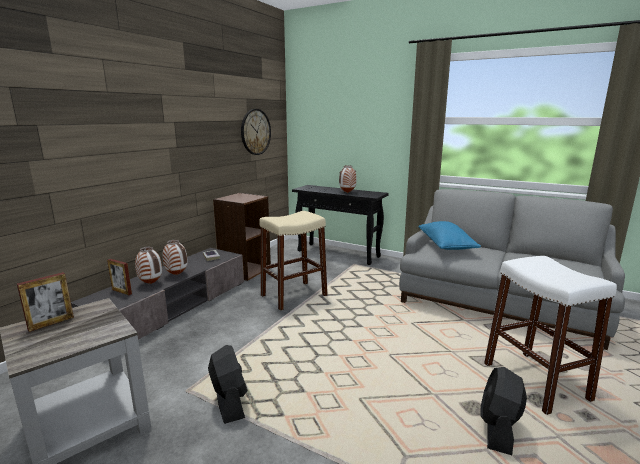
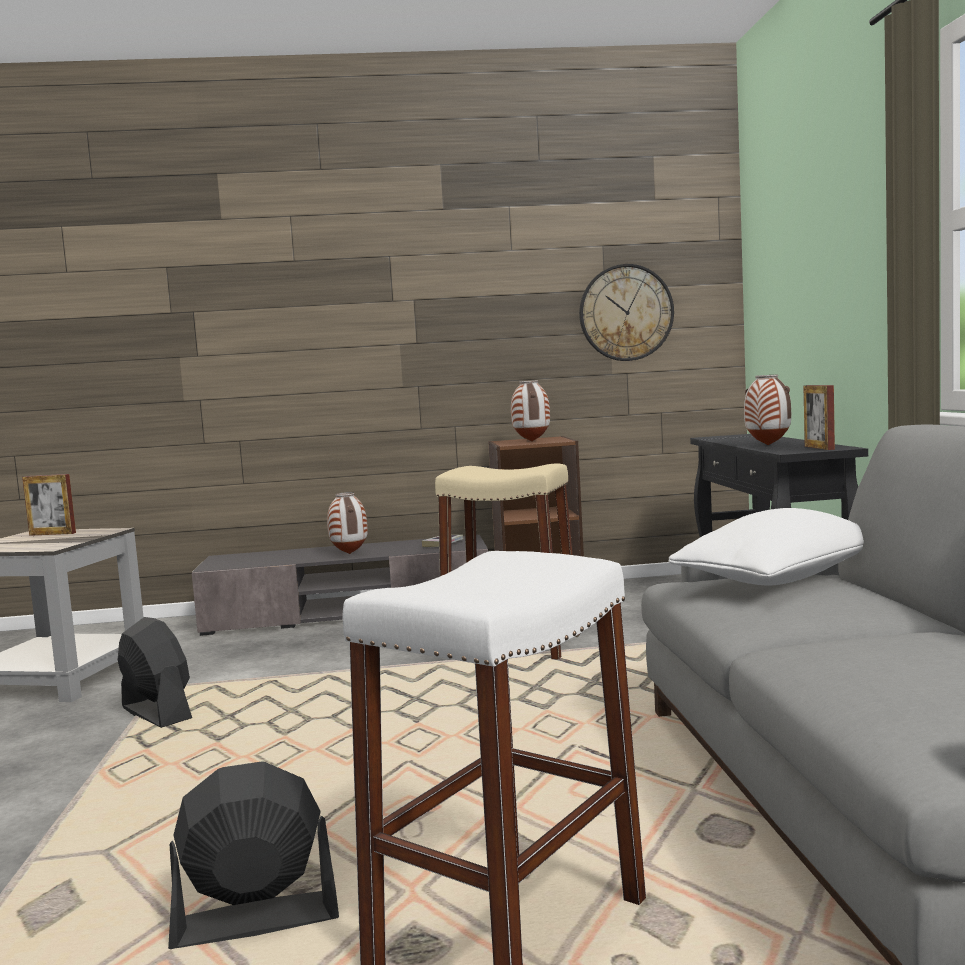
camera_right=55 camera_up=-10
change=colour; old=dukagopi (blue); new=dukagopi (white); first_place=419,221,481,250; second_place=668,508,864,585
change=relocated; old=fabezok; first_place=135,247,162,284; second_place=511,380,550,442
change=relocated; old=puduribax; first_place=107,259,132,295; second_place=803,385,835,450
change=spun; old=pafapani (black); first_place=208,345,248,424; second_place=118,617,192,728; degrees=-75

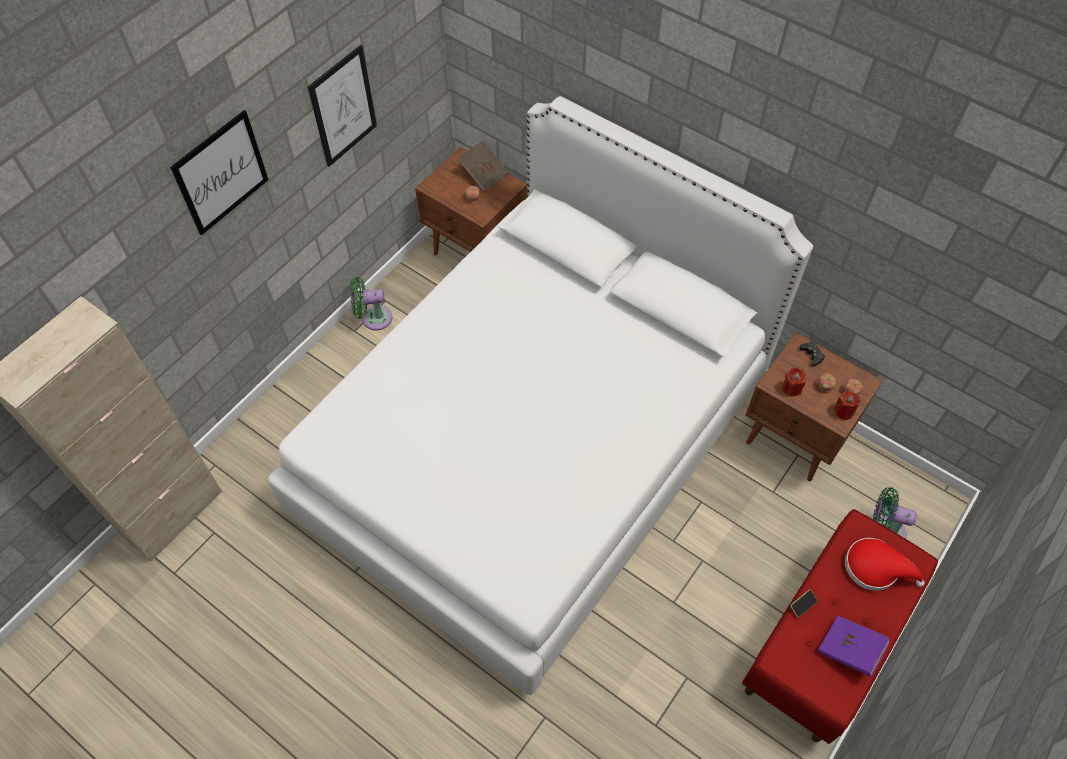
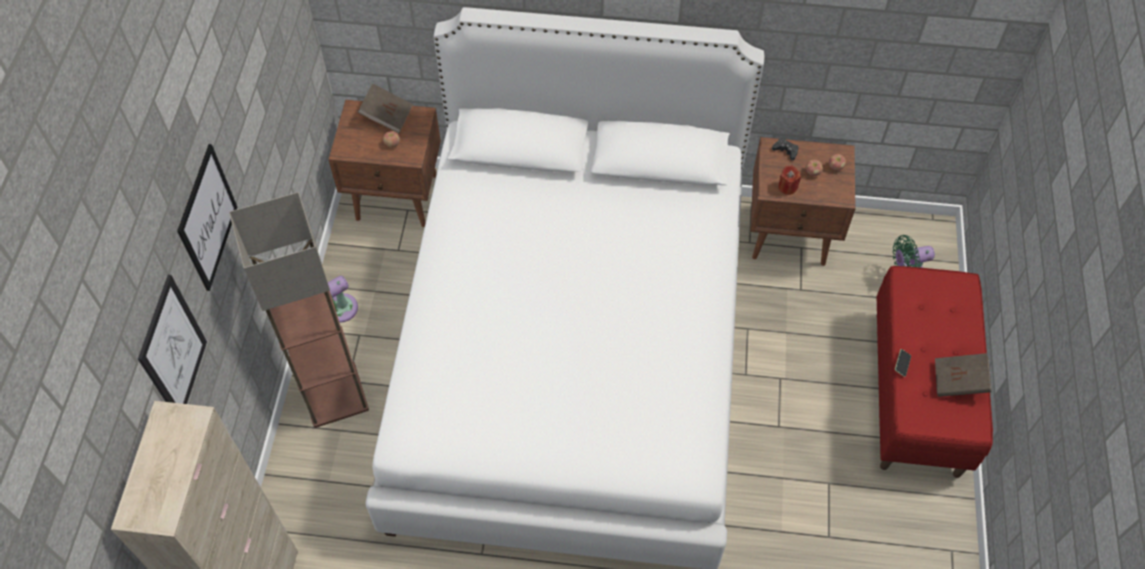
camera_right=-30 camera_up=0
change=relocated; old=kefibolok; first_place=308,45,377,167; second_place=138,275,207,404
change=missing; old=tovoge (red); first_place=833,392,861,420
change=missing; old=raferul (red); first_place=845,538,925,591
change=colour; old=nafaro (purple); new=nafaro (brown); first_place=818,616,890,677; second_place=935,353,991,397
change=appeared; new=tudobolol; second_place=229,192,369,428

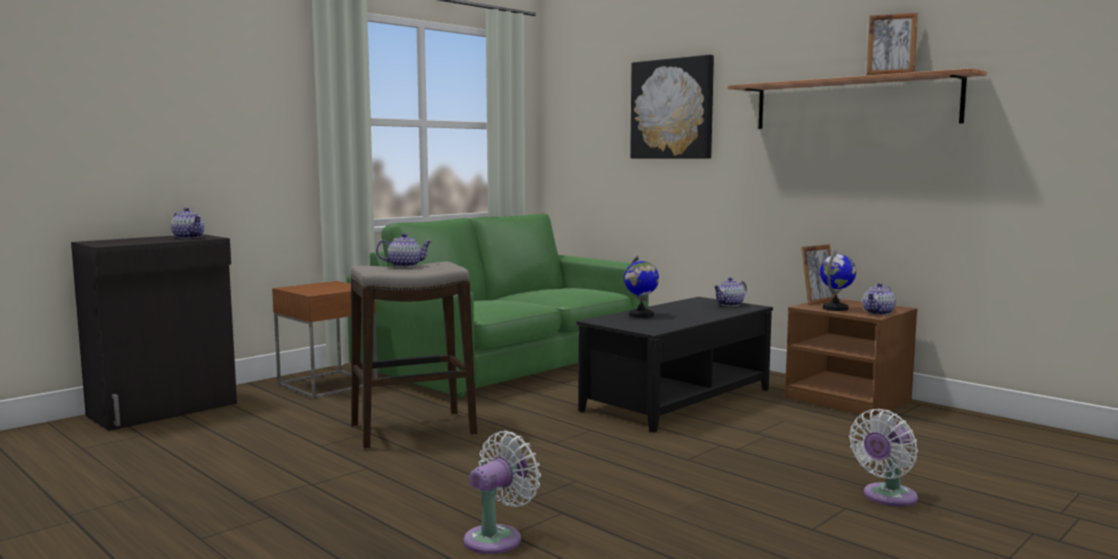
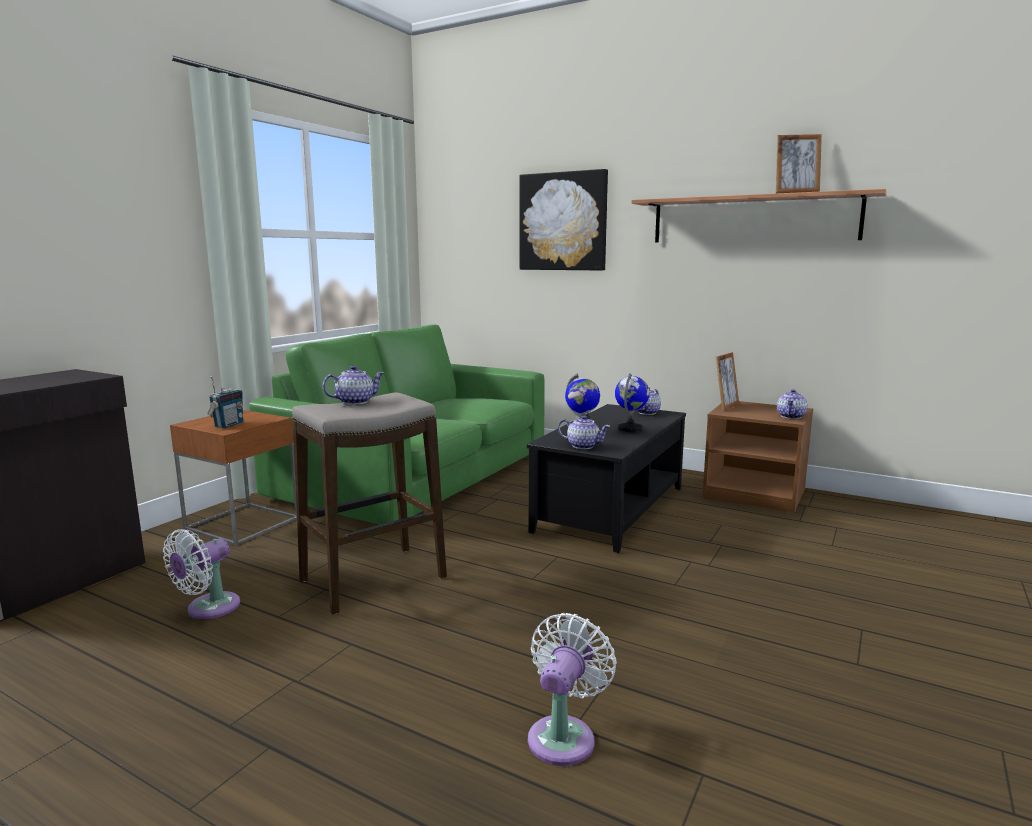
camera_right=-15 camera_up=5
change=relocated; old=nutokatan; first_place=171,207,205,239; second_place=558,415,610,449
change=relocated; old=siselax; first_place=820,251,856,311; second_place=615,373,649,432
change=relocated; old=pafapani (white); first_place=849,409,918,507; second_place=163,529,240,619
change=appeared; new=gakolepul; second_place=207,376,243,428

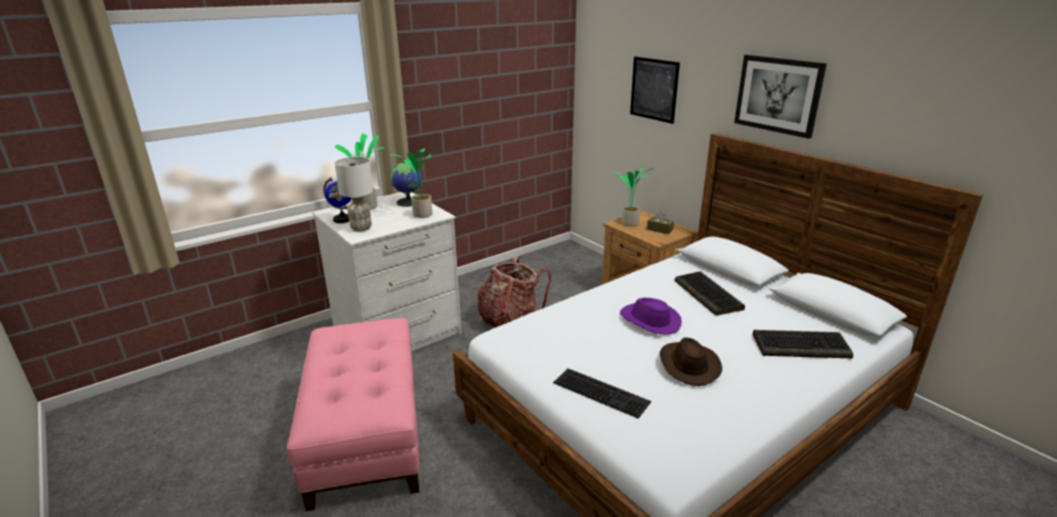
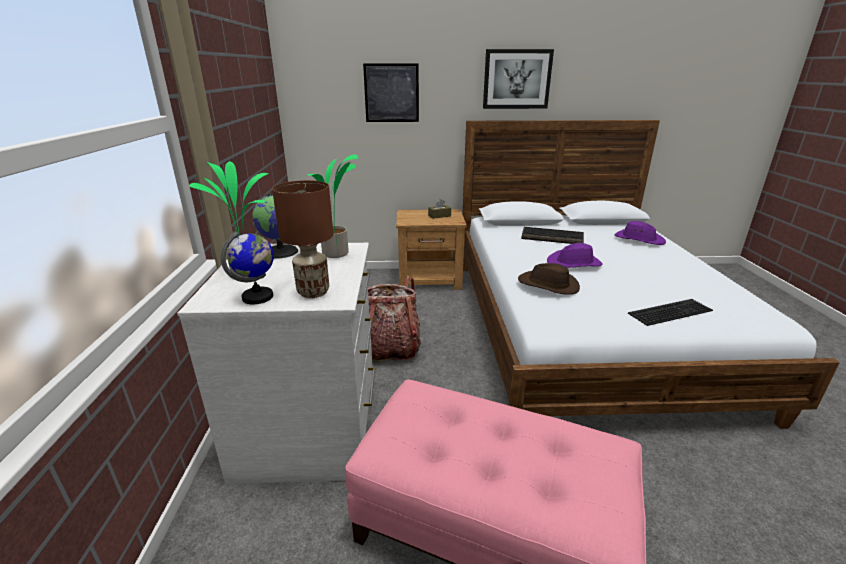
camera_right=-55 camera_up=0
change=colour; old=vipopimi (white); new=vipopimi (brown); first_place=334,157,373,232; second_place=272,180,333,298
change=missing; old=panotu; first_place=612,168,654,226
change=exchanged; old=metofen; new=raferul (purple); first_place=753,330,853,359; second_place=615,221,666,245
change=relocated; old=raferul (brown); first_place=660,337,722,386; second_place=518,263,580,295

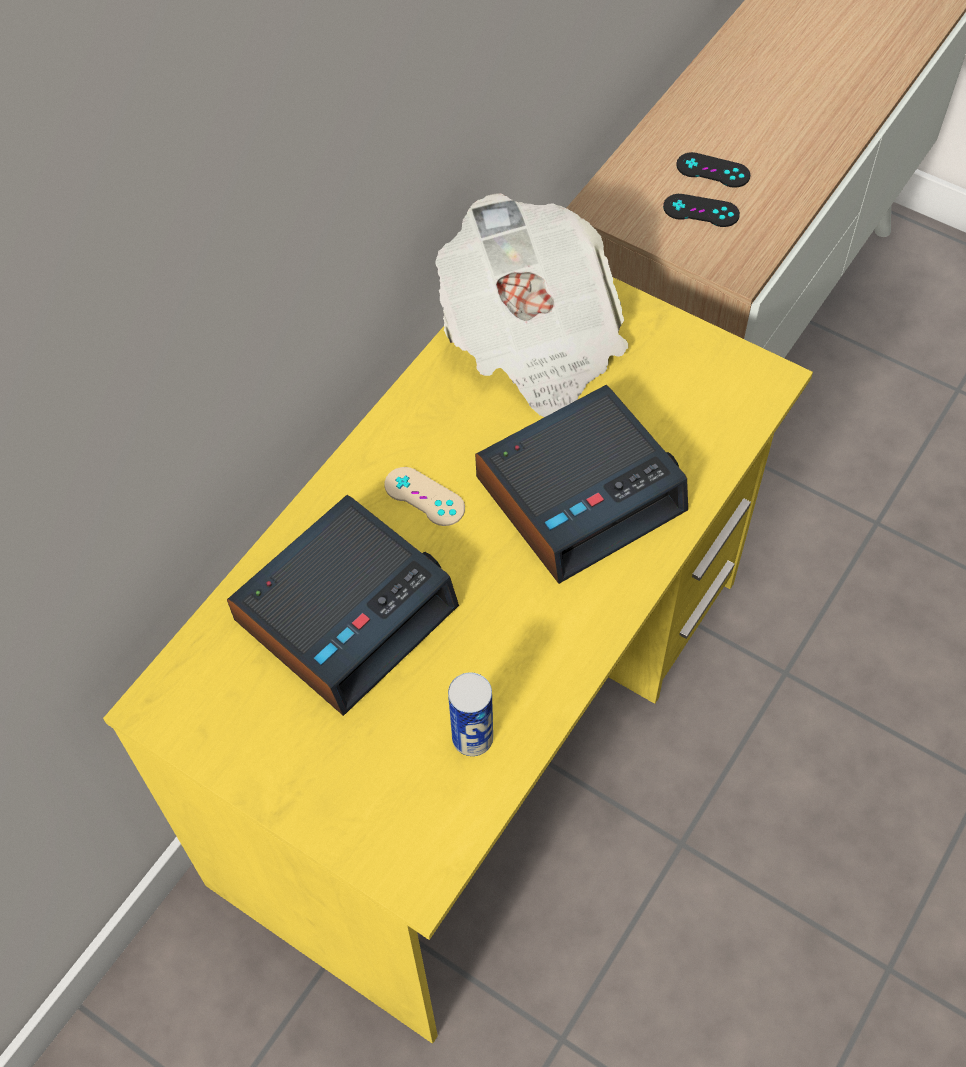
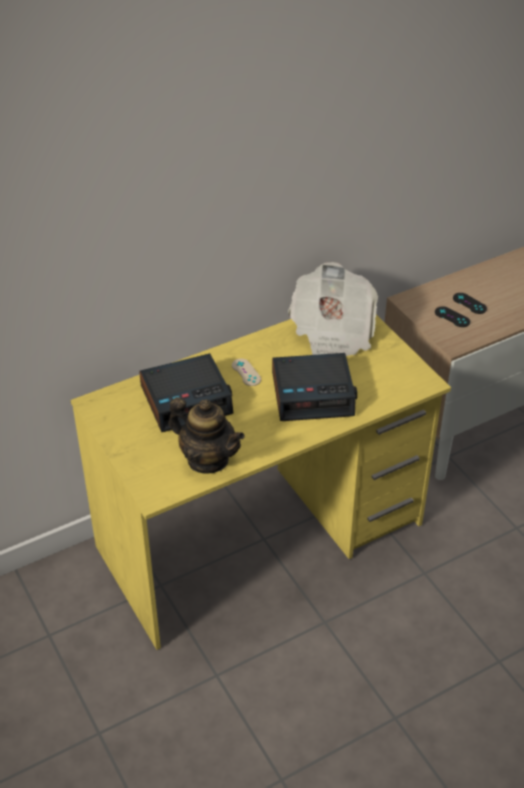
camera_right=25 camera_up=-15
change=exchanged; old=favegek; new=nutokatan; first_place=448,672,493,756; second_place=169,397,245,474

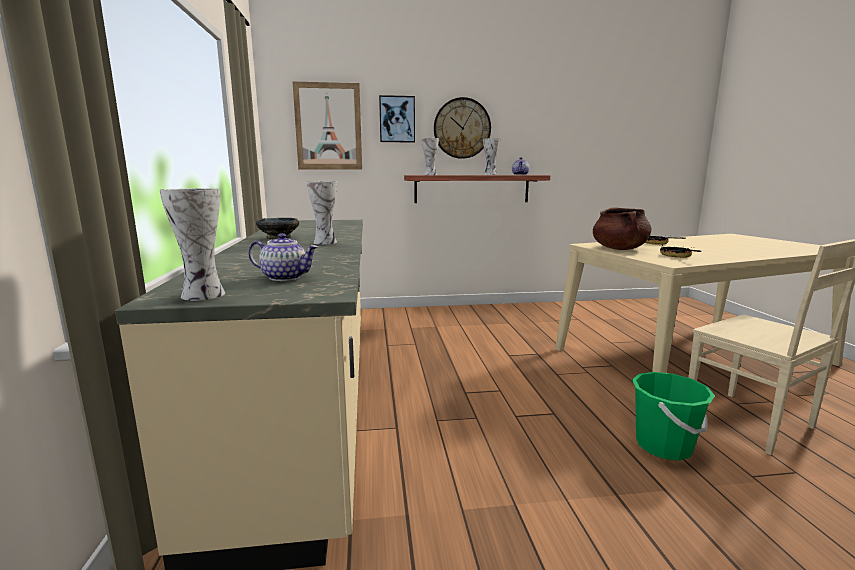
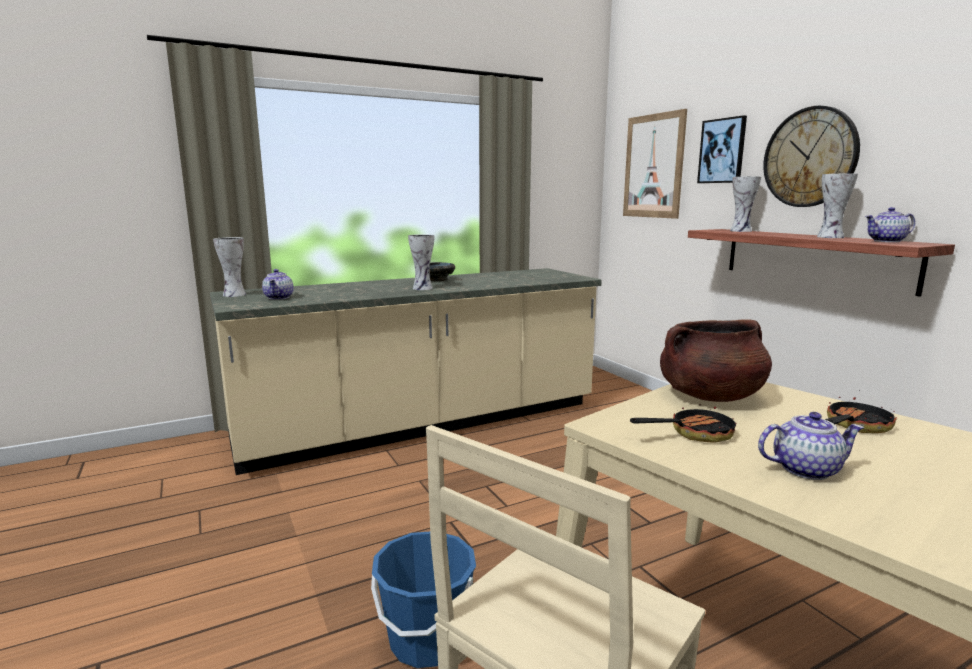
camera_right=70 camera_up=0
change=colour; old=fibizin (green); new=fibizin (blue); first_place=632,372,715,461; second_place=371,532,476,668
change=appeared; new=nutokatan; second_place=758,412,864,480

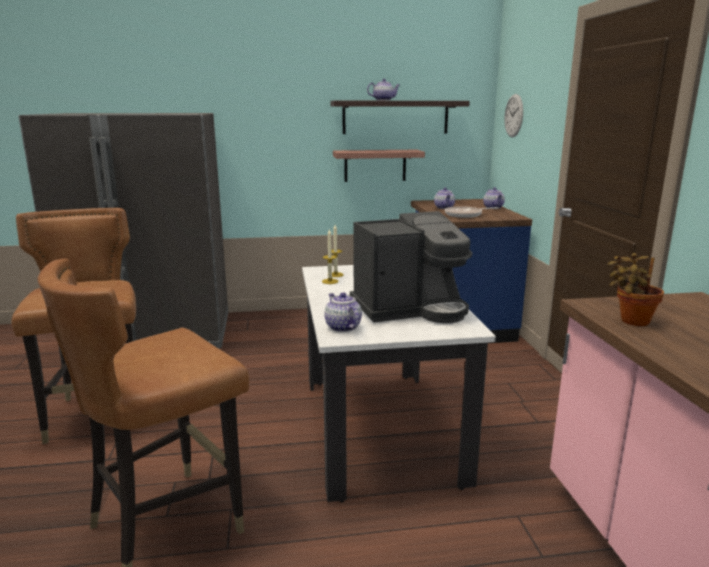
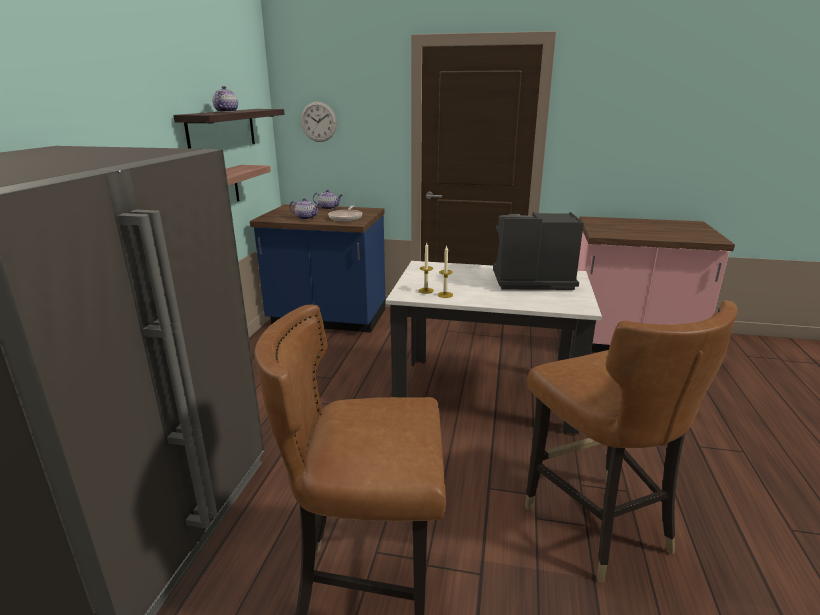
camera_right=-70 camera_up=5
change=spun; old=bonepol; first_place=350,211,472,323; second_place=493,212,584,290; degrees=-90
change=missing; old=panotu; first_place=607,253,664,326
change=missing; old=nutokatan; first_place=324,292,362,332

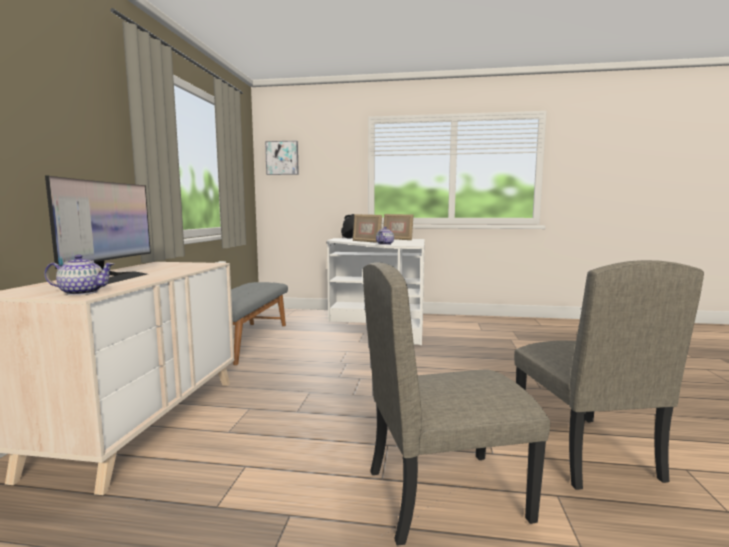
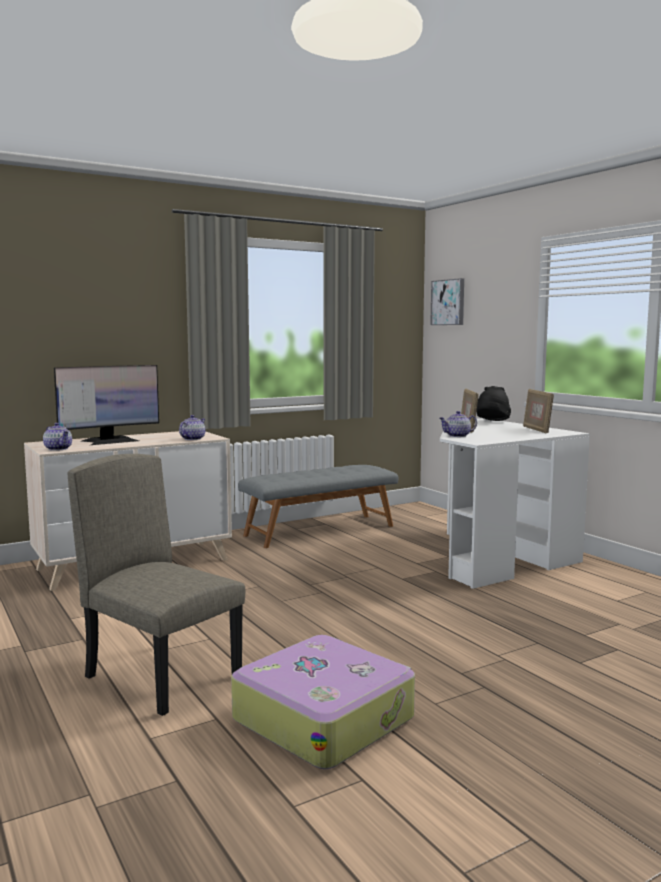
camera_right=50 camera_up=0
change=exchanged; old=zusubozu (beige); new=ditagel; first_place=514,260,704,490; second_place=231,635,415,769
change=appeared; new=nutokatan; second_place=179,415,205,440

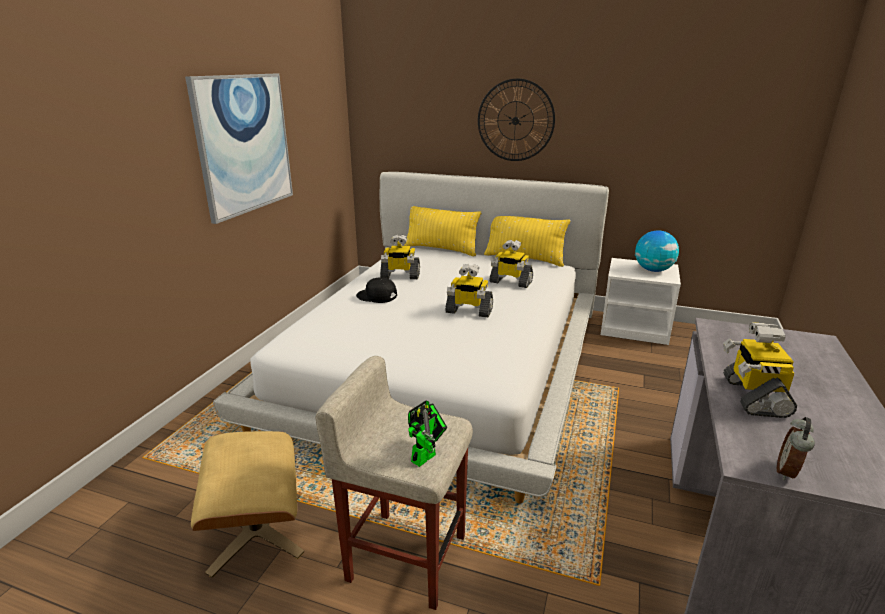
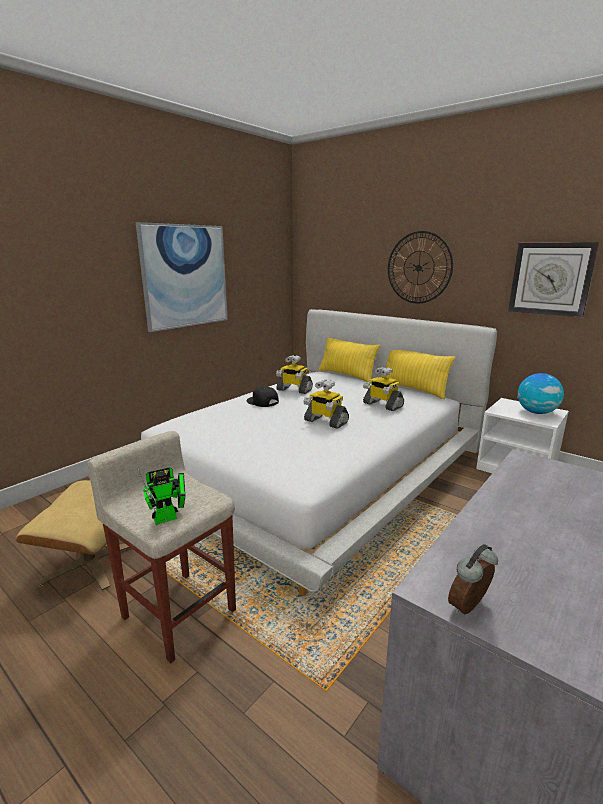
camera_right=20 camera_up=-5
change=missing; old=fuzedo; first_place=723,322,797,418
change=appeared; new=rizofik; second_place=508,242,599,317

